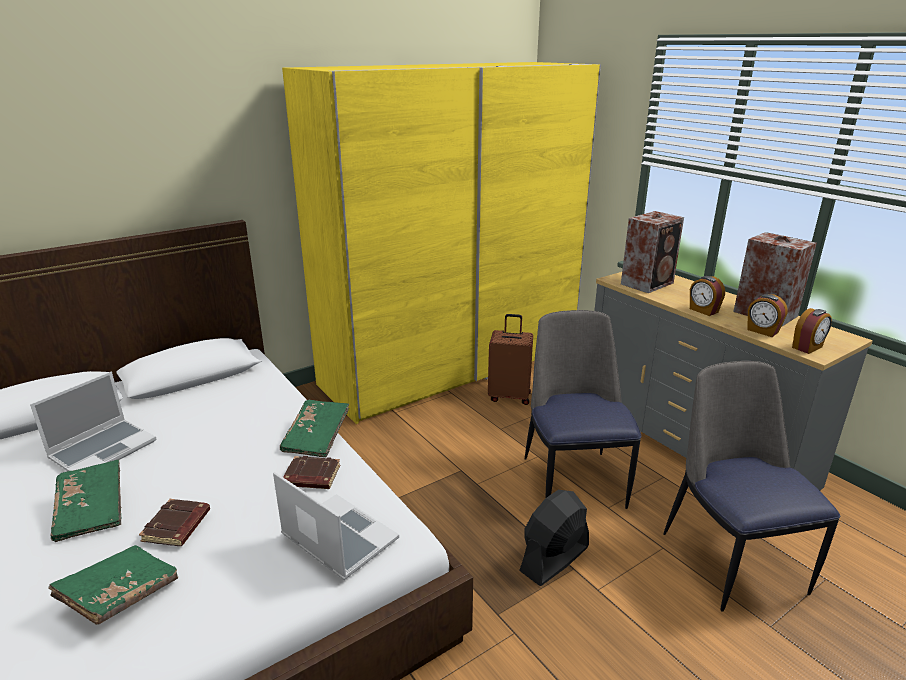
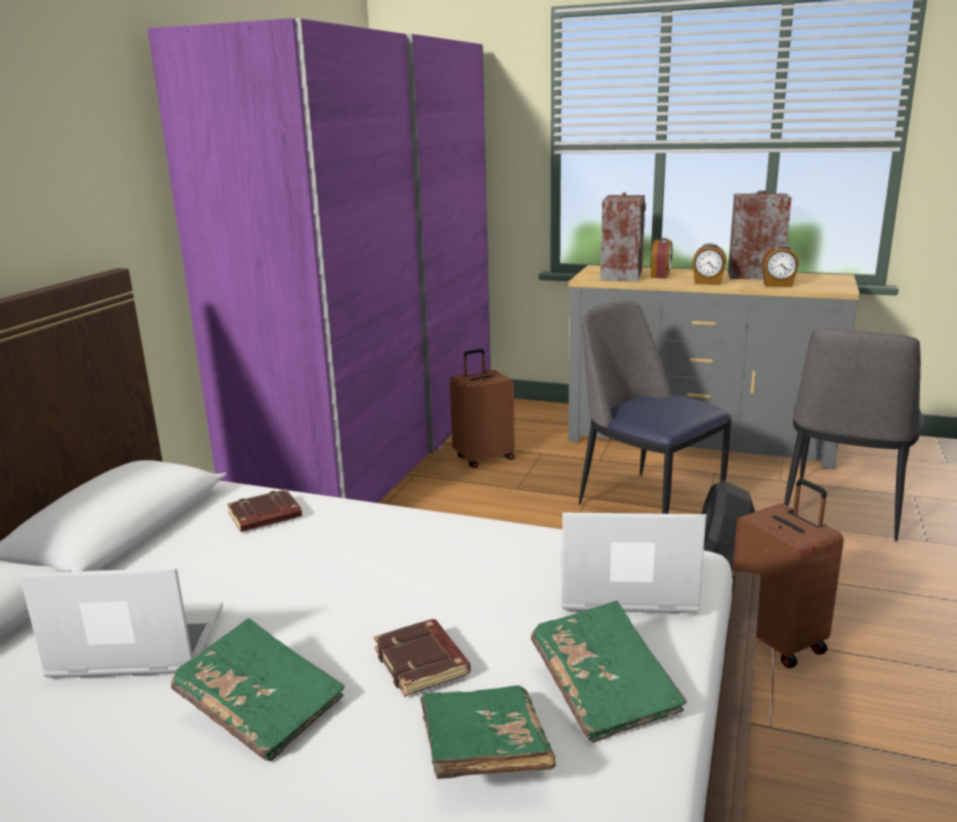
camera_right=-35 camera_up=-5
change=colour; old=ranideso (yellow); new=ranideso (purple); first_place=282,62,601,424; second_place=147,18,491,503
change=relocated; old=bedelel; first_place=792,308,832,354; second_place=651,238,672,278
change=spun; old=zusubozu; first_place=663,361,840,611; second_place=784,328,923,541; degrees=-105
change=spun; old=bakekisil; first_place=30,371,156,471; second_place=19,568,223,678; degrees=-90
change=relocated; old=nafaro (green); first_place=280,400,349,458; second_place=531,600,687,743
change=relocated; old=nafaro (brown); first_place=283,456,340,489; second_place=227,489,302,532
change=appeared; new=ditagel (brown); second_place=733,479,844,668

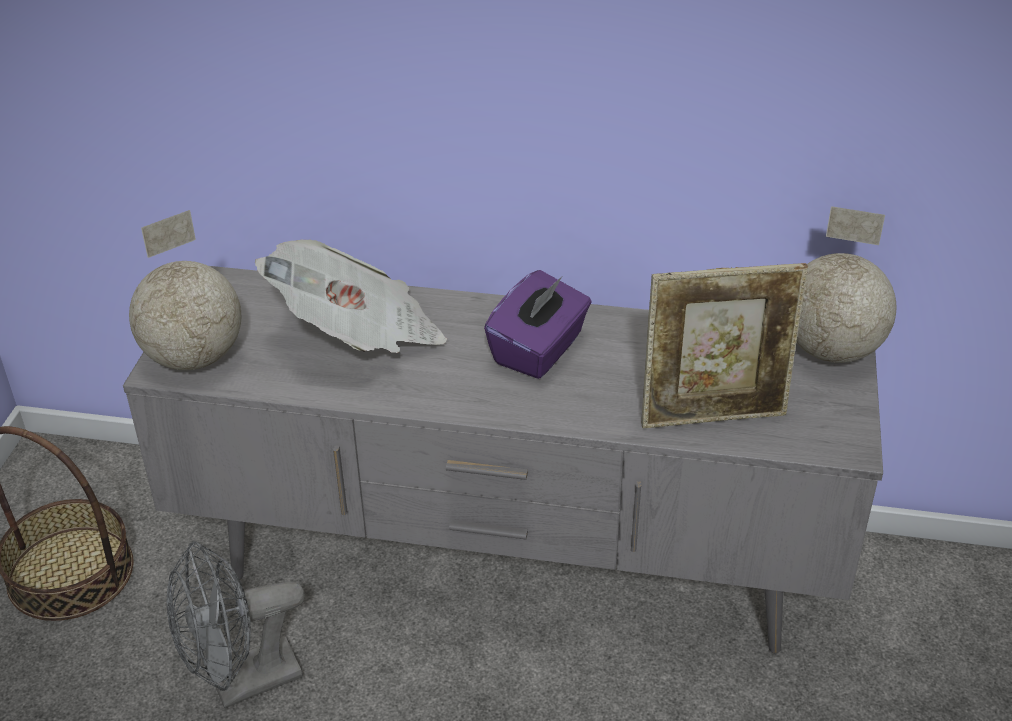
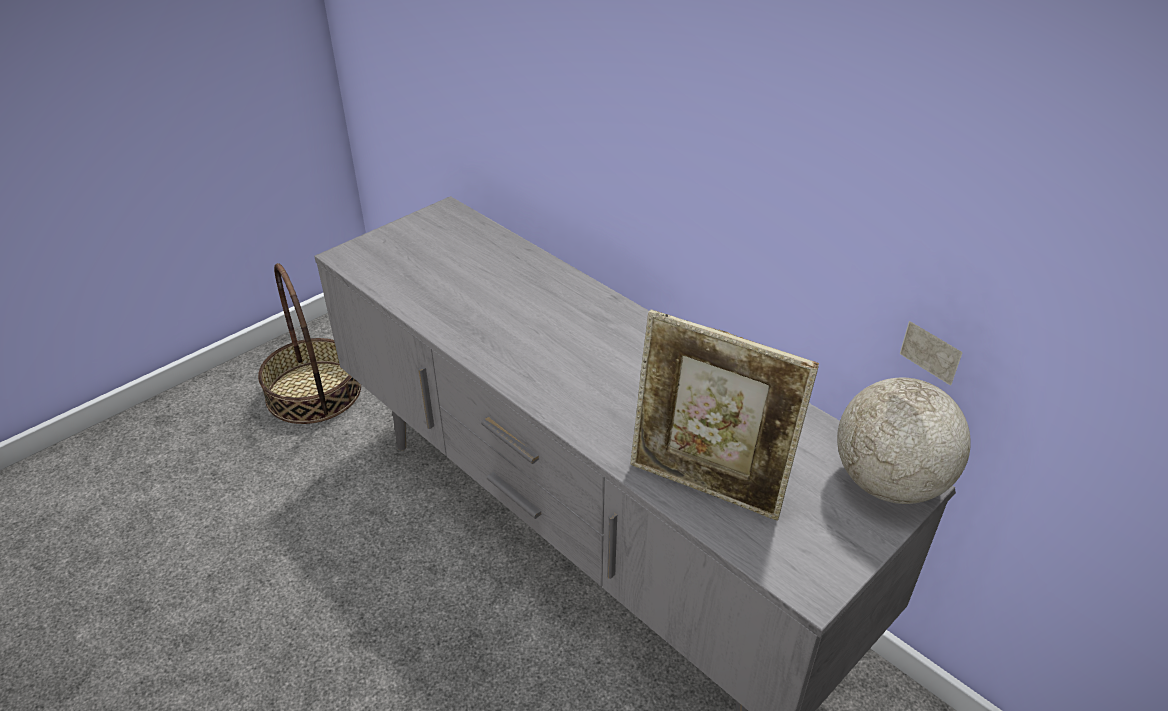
camera_right=35 camera_up=0
change=missing; old=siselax; first_place=129,210,241,370
change=missing; old=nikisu; first_place=255,239,447,353
change=missing; old=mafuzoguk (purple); first_place=484,270,591,379
change=missing; old=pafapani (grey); first_place=166,541,305,709

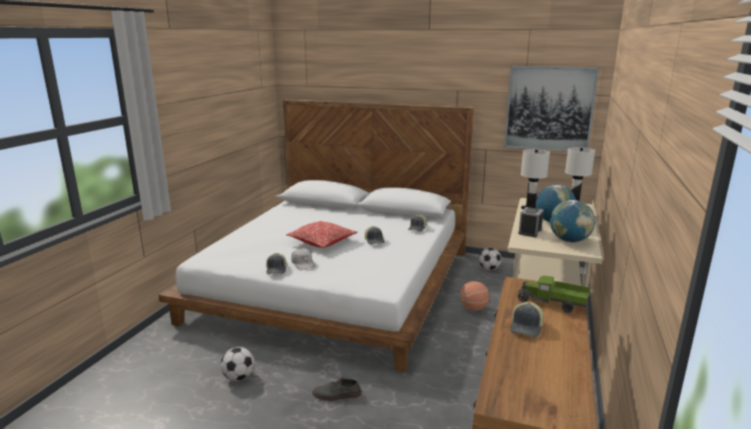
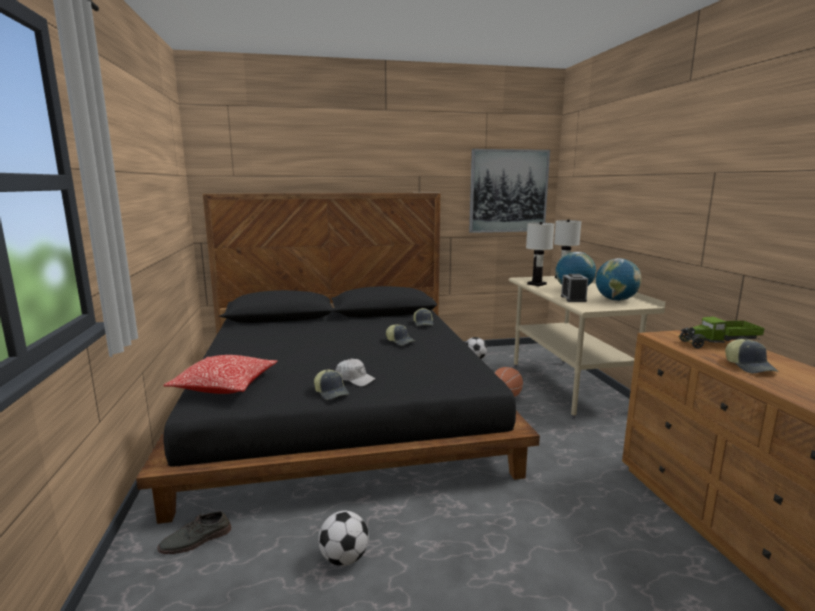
camera_right=-30 camera_up=-5
change=colour; old=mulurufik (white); new=mulurufik (black); first_place=159,99,474,373; second_place=136,193,540,524
change=relocated; old=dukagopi; first_place=286,221,357,248; second_place=163,355,277,394
change=relocated; old=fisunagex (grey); first_place=312,378,362,401; second_place=157,511,231,554

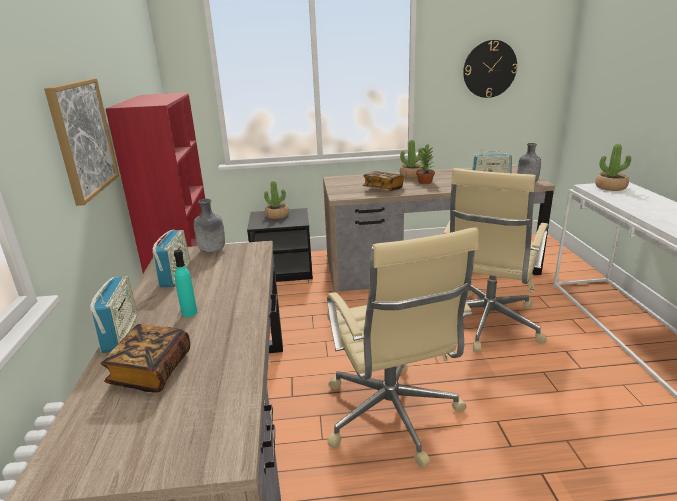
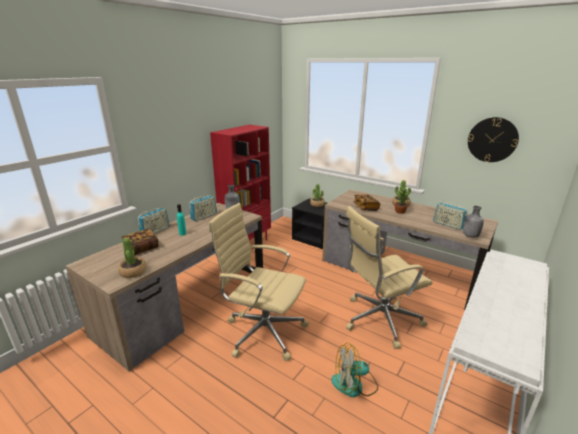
camera_right=40 camera_up=0
change=missing; old=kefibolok; first_place=44,78,119,206
change=relocated; old=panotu; first_place=595,144,631,191; second_place=118,238,146,278
change=spun; old=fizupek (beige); first_place=327,227,479,468; second_place=209,203,309,361; degrees=90
change=appeared; new=pafapani; second_place=331,343,378,397

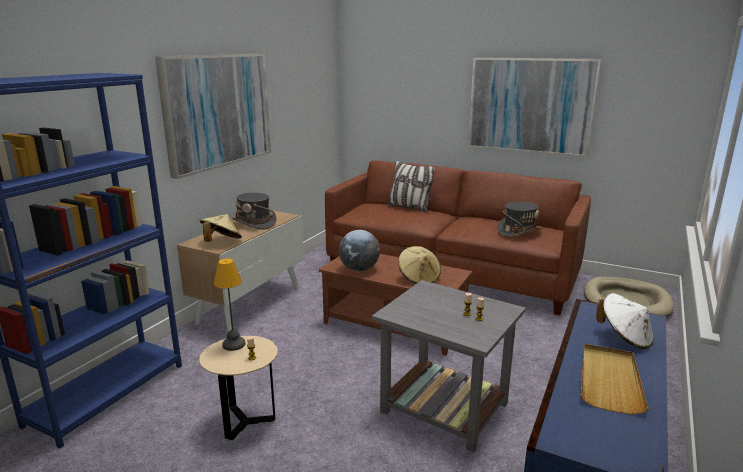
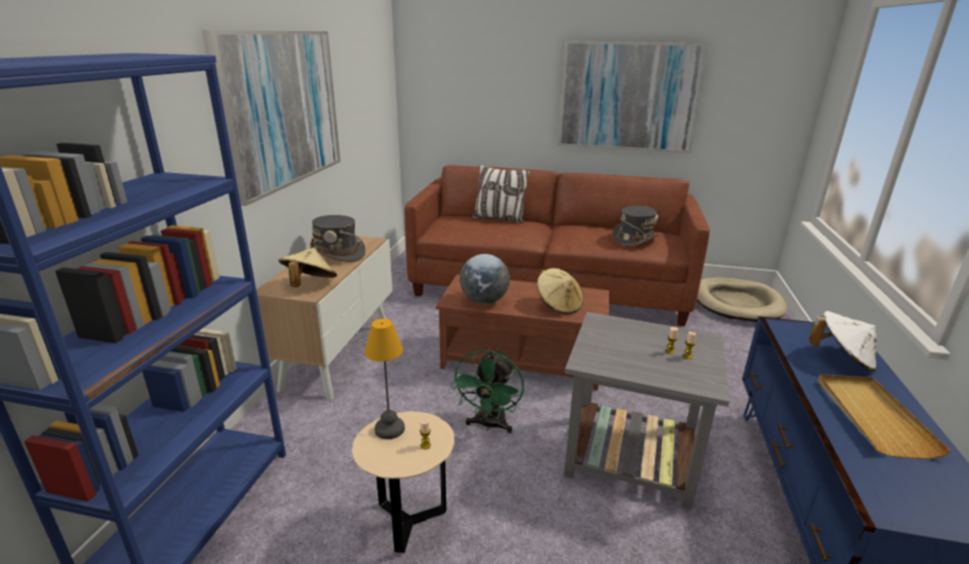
camera_right=-15 camera_up=5
change=appeared; new=pafapani (green); second_place=450,349,524,433

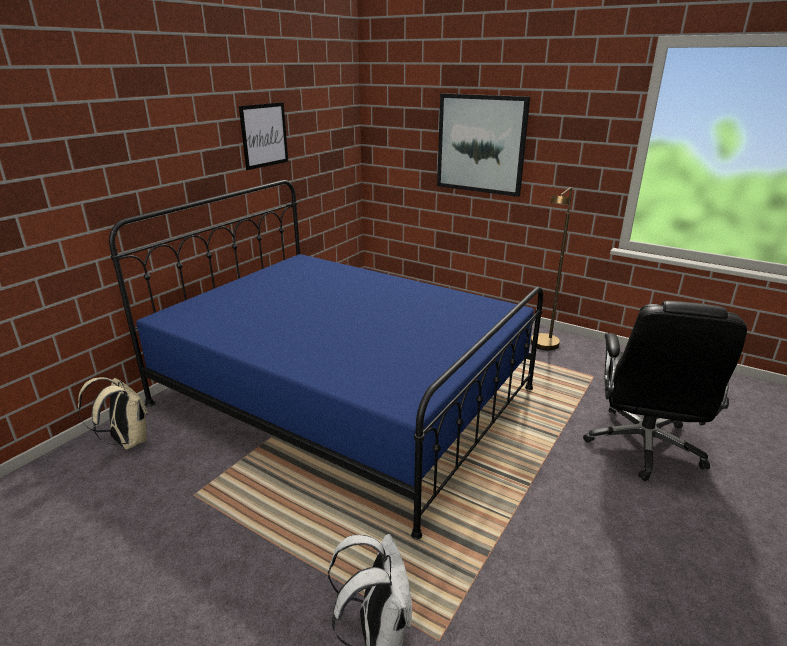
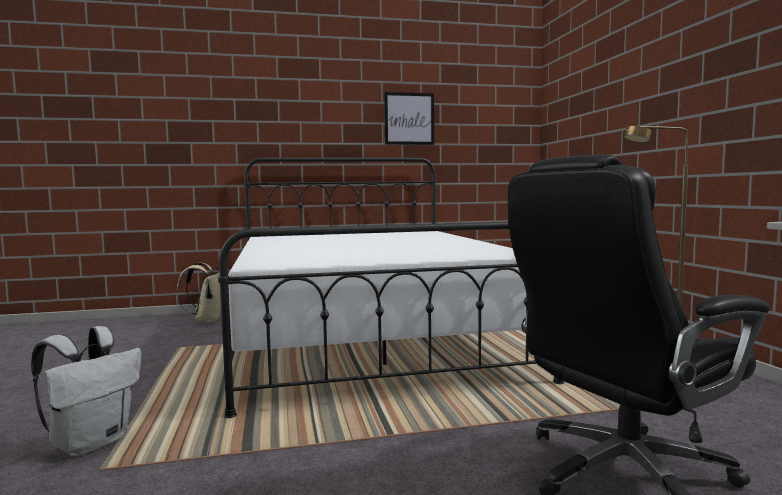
camera_right=45 camera_up=-20
change=missing; old=kefibolok; first_place=437,93,530,197
change=colour; old=mulurufik (blue); new=mulurufik (white); first_place=109,180,543,540; second_place=218,158,564,418

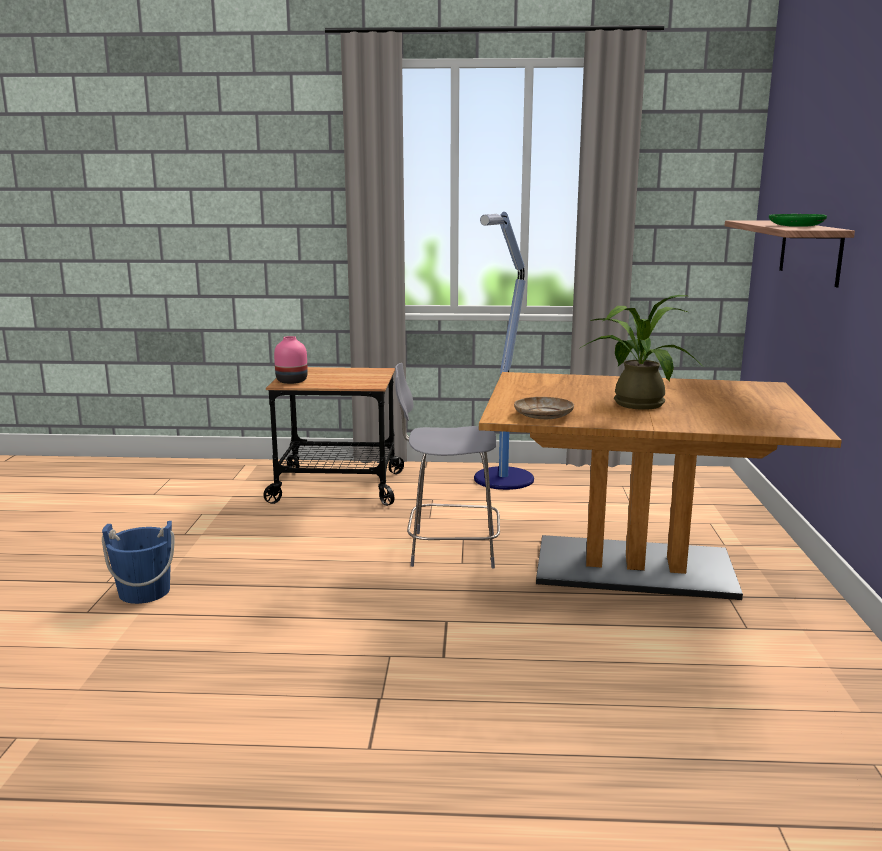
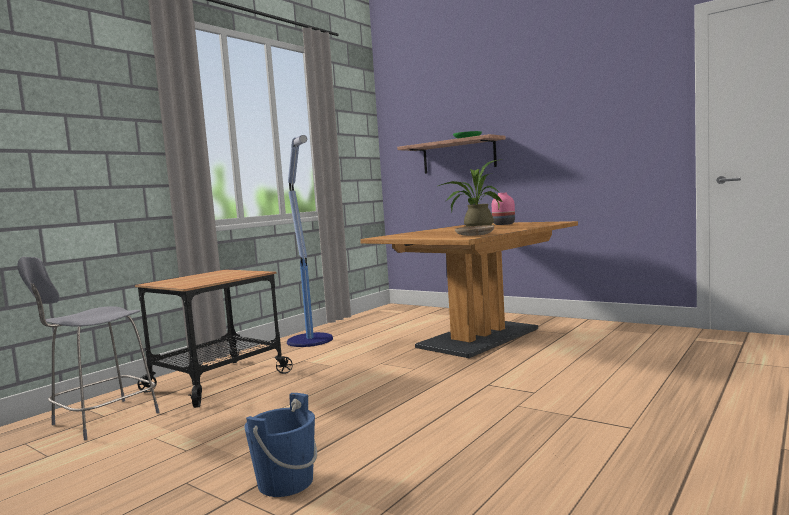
camera_right=-55 camera_up=-10
change=relocated; old=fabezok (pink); first_place=274,336,308,384; second_place=492,192,515,225
change=relocated; old=zusubozu (grey); first_place=395,363,500,568; second_place=17,257,160,440

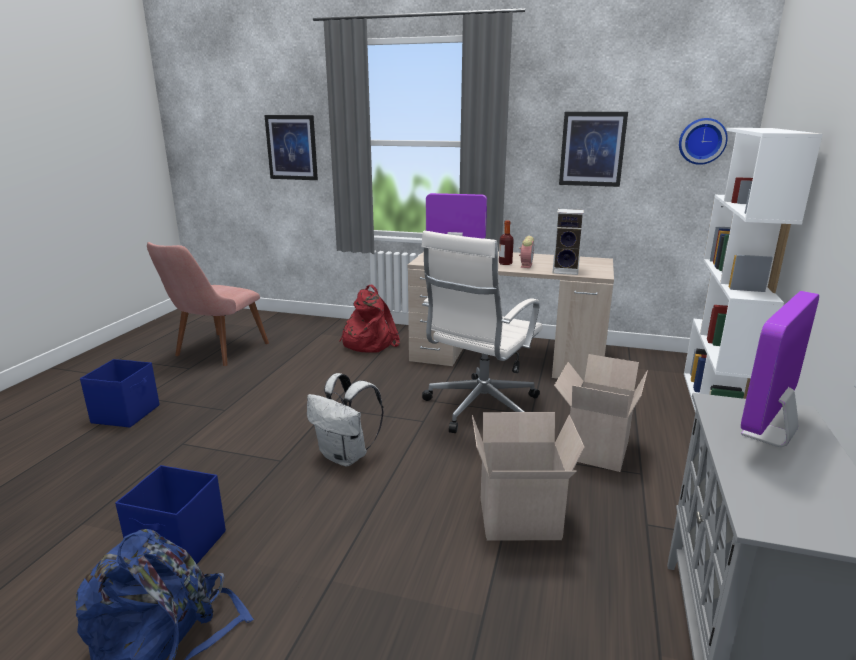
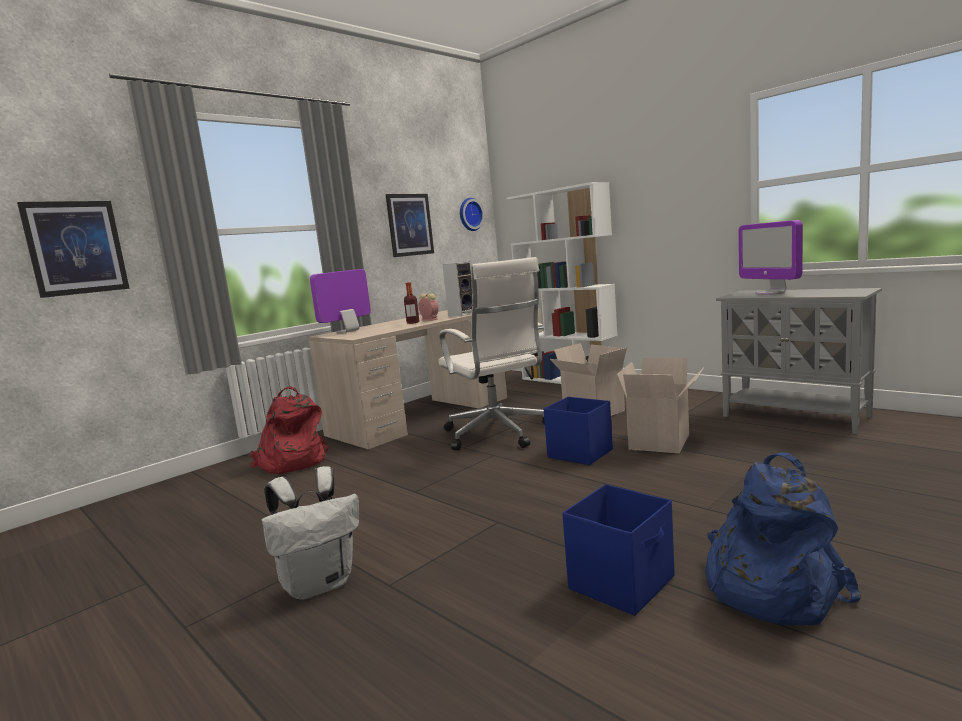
camera_right=-60 camera_up=-10
change=missing; old=zusubozu (pink); first_place=147,242,269,366
change=relocated; old=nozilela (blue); first_place=80,359,160,427; second_place=544,397,613,465
change=relocated; old=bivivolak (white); first_place=307,373,384,467; second_place=262,466,359,600

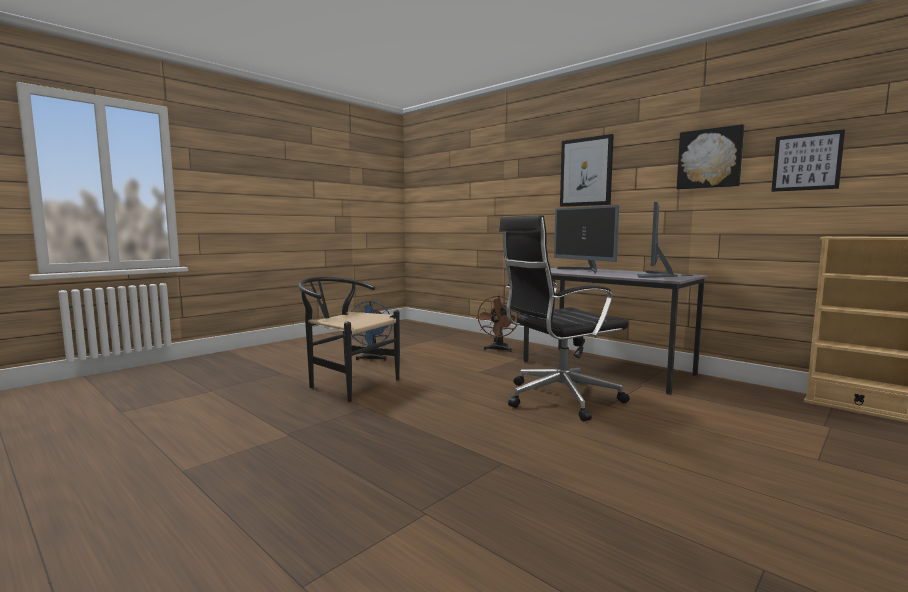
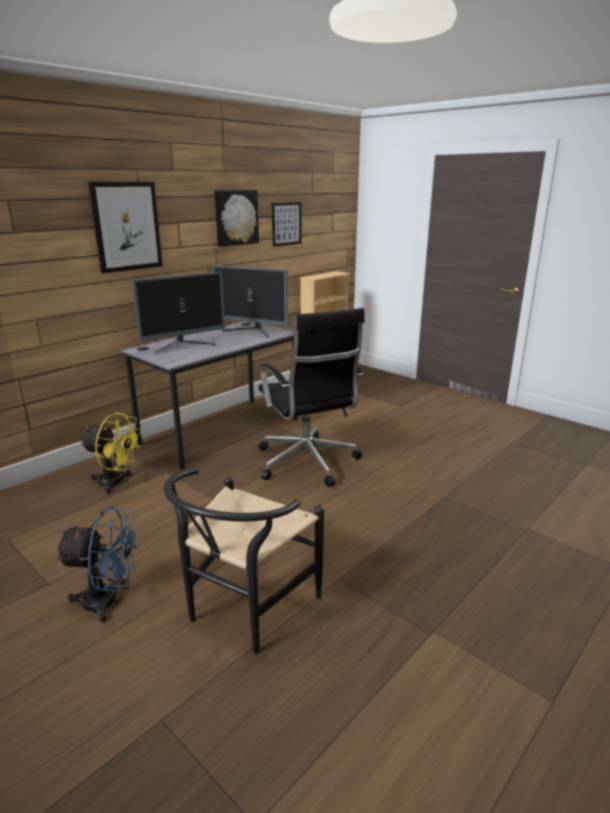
camera_right=-90 camera_up=15
change=colour; old=pafapani (brown); new=pafapani (yellow); first_place=476,296,518,352; second_place=80,412,142,494

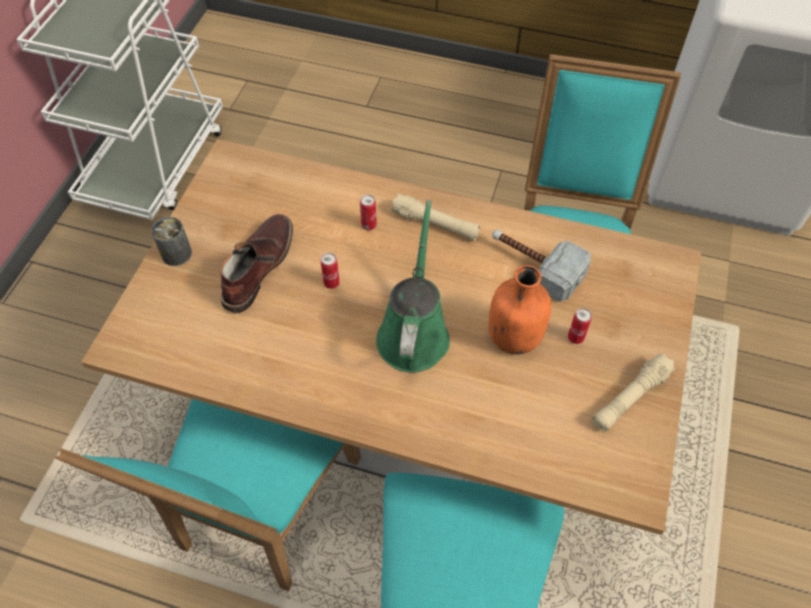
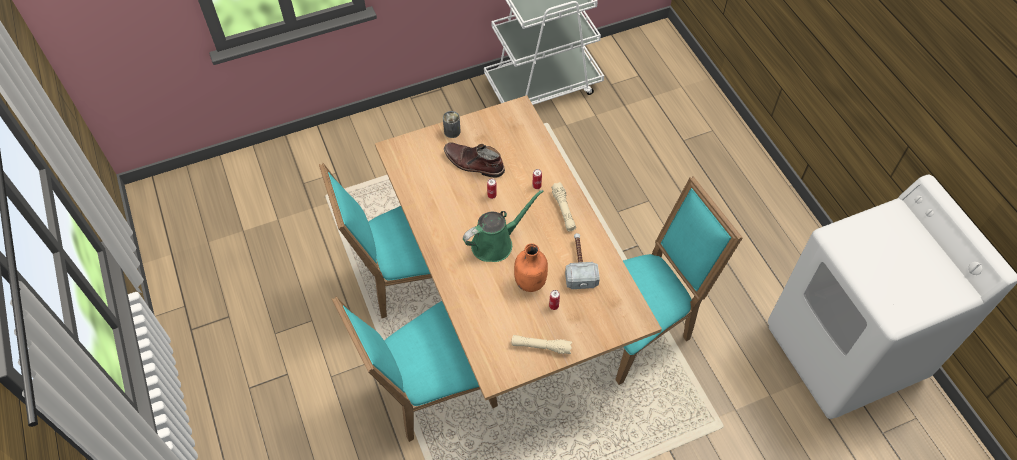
camera_right=50 camera_up=0
change=spun; old=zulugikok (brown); first_place=220,214,293,313; second_place=444,142,505,178; degrees=-135

